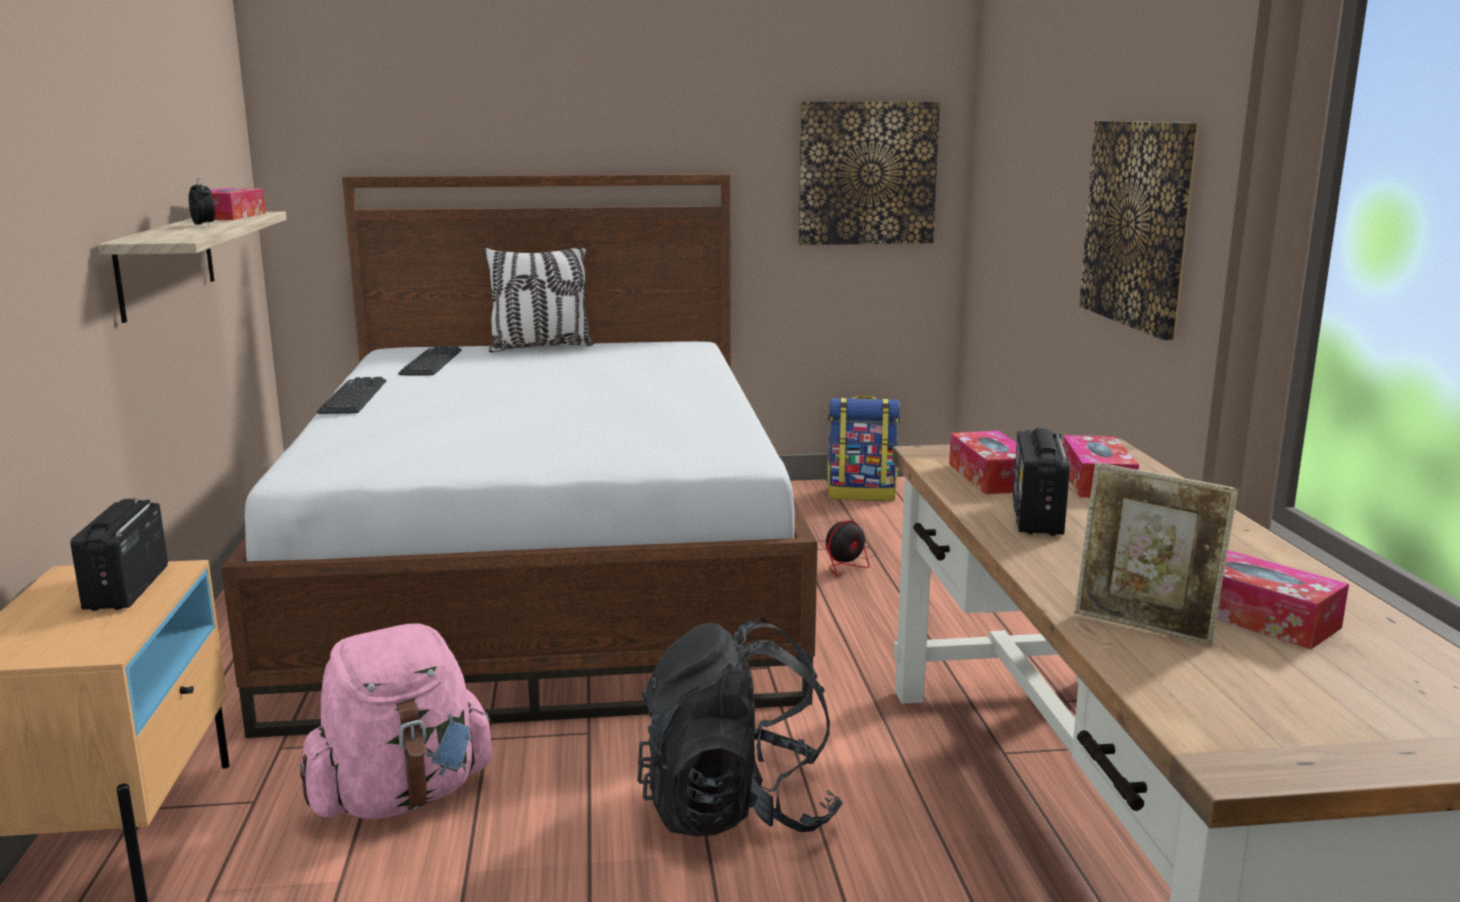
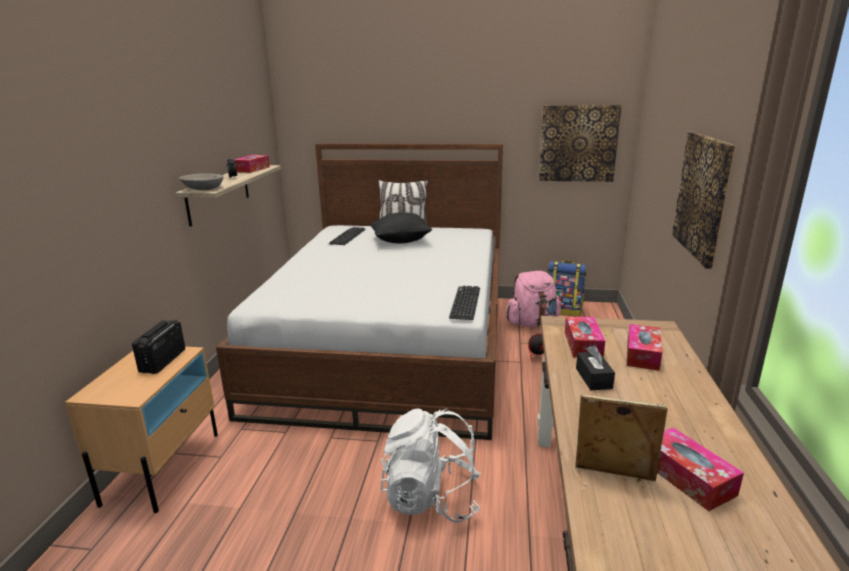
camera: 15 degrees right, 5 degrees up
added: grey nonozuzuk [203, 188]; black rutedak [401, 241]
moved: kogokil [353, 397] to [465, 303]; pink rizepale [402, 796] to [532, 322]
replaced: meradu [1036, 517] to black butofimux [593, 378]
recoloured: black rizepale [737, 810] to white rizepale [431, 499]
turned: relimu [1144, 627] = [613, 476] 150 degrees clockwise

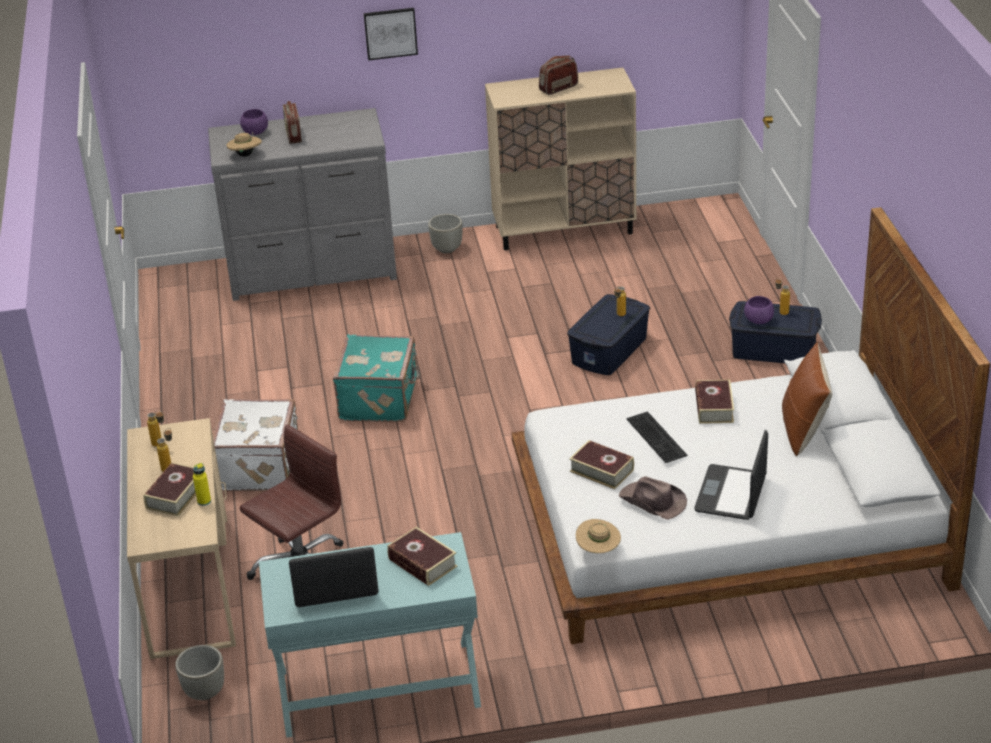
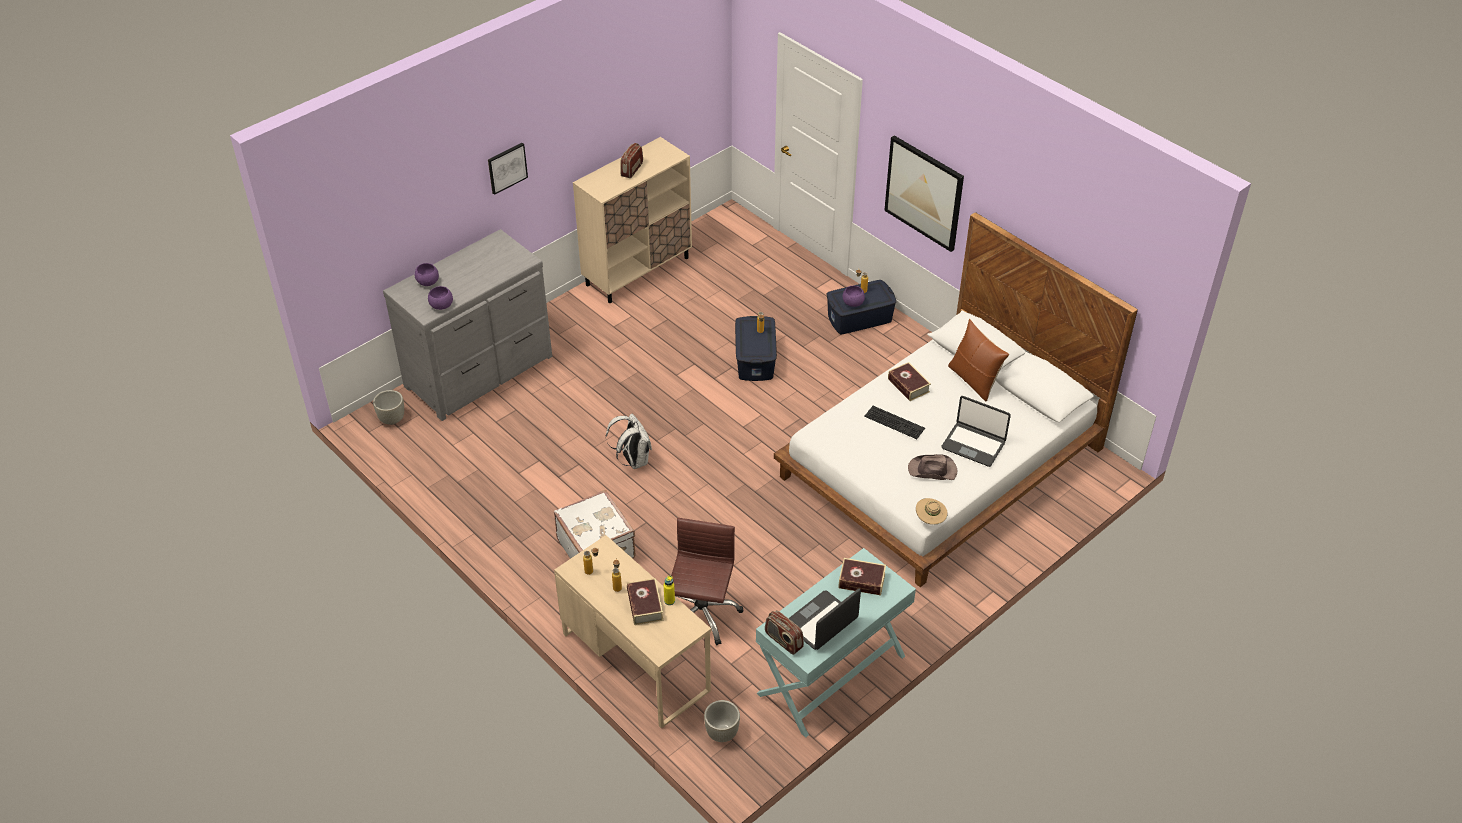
camera: 35 degrees left, 10 degrees up
removed: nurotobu [601, 470]
added: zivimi [924, 192]
moved: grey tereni [447, 249] to [392, 419]; meradu [293, 135] to [783, 641]
replaced: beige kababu [245, 155] to purple nonozuzuk [441, 306]; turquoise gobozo [380, 399] to white rizepale [633, 460]
turned: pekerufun [731, 494] = [973, 445] 45 degrees counterclockwise

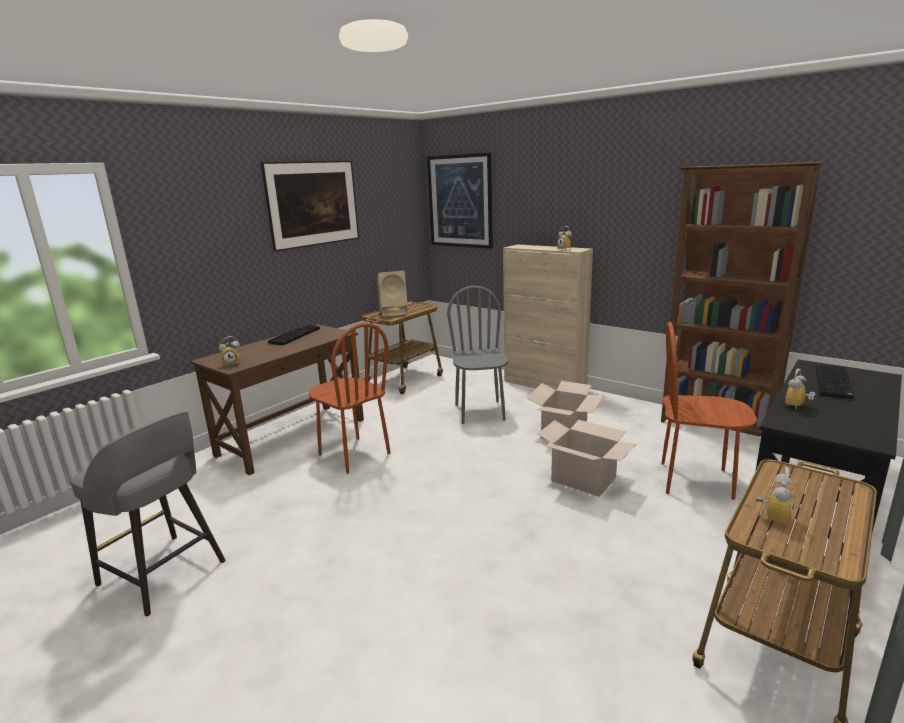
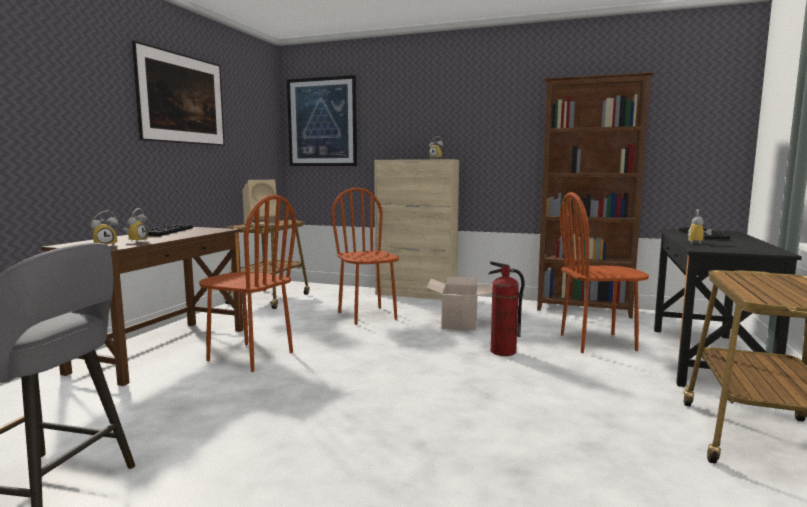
camera: 20 degrees left, 10 degrees down
moved: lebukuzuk [771, 516] to [136, 241]
replaced: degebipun [583, 480] to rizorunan [503, 351]
recoloured: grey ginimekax [480, 412] to brown ginimekax [367, 315]

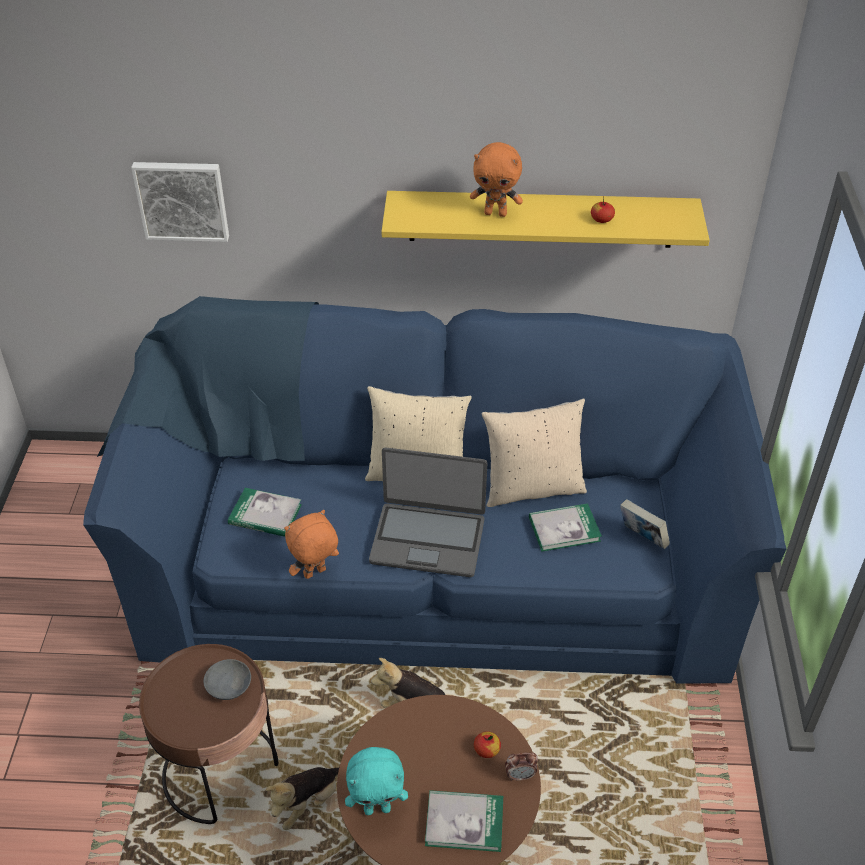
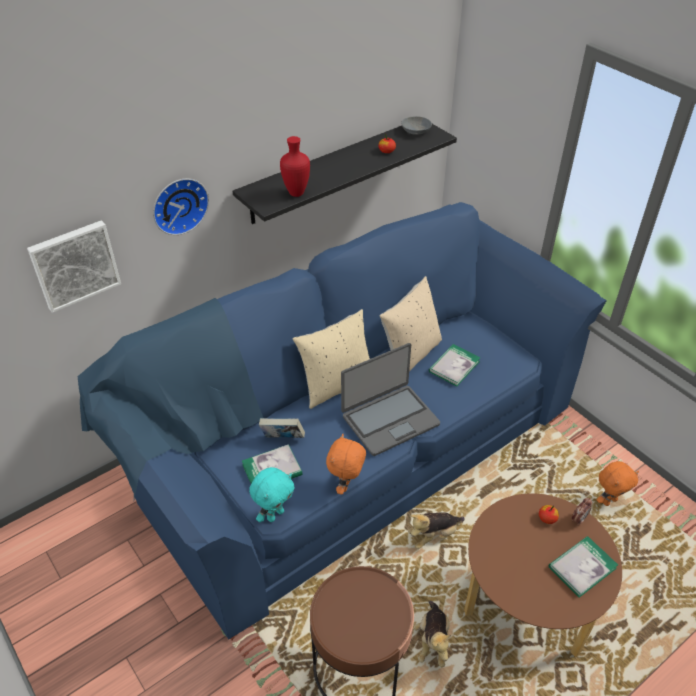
camera: 40 degrees left, 0 degrees up
added: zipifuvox [179, 204]; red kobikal [297, 193]
moved: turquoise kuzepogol [377, 808] to [275, 514]; nurotobu [642, 538] to [282, 439]; grey nonozuzuk [229, 686] to [416, 131]; orange kuzepogol [496, 213] to [609, 500]
recoloured: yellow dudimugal [541, 219] to black dudimugal [333, 171]

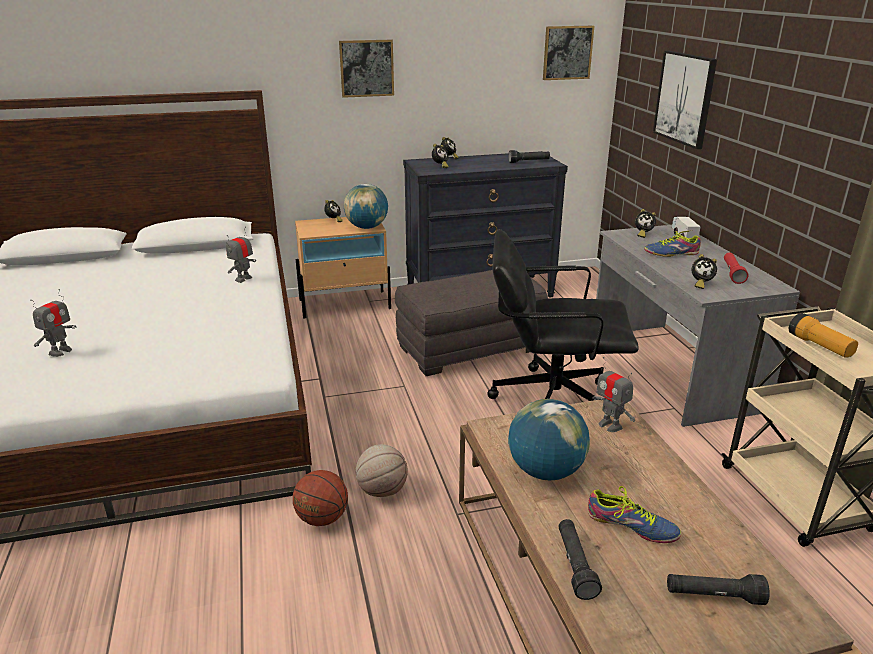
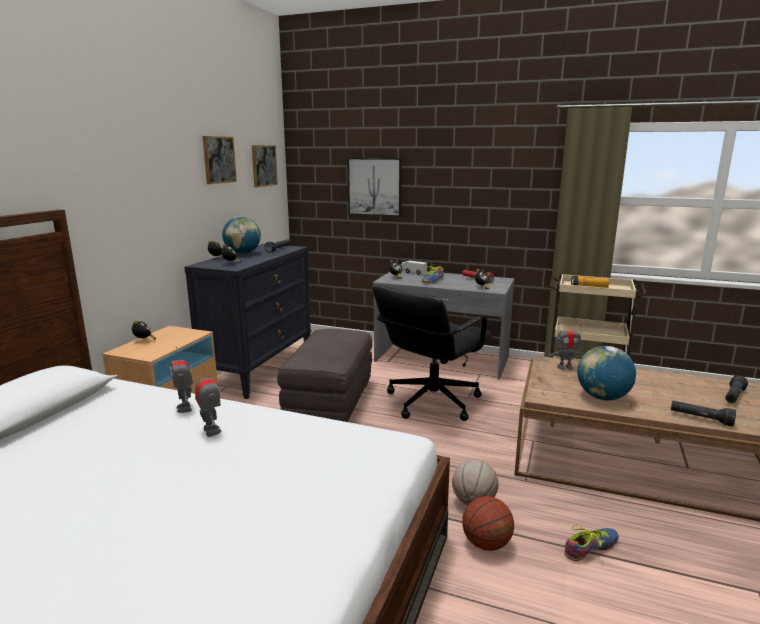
camera: 55 degrees left, 10 degrees down
moved: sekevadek [60, 351] to [211, 431]; zivimi [366, 68] to [219, 159]; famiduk [367, 227] to [243, 253]; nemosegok [631, 525] to [590, 548]

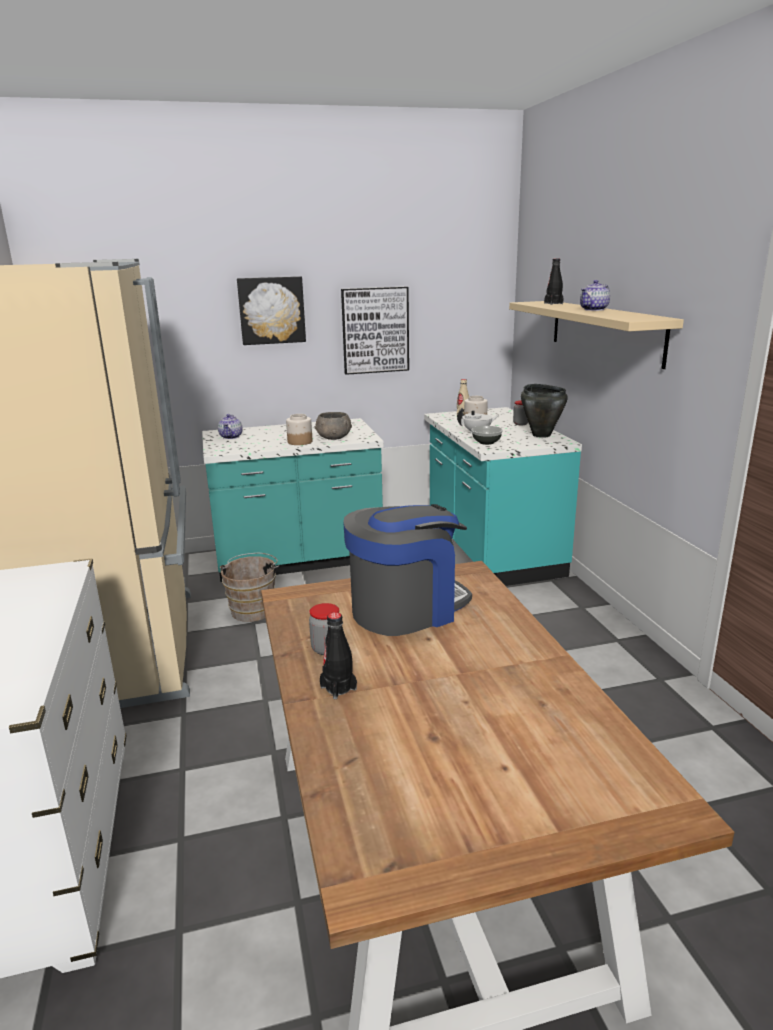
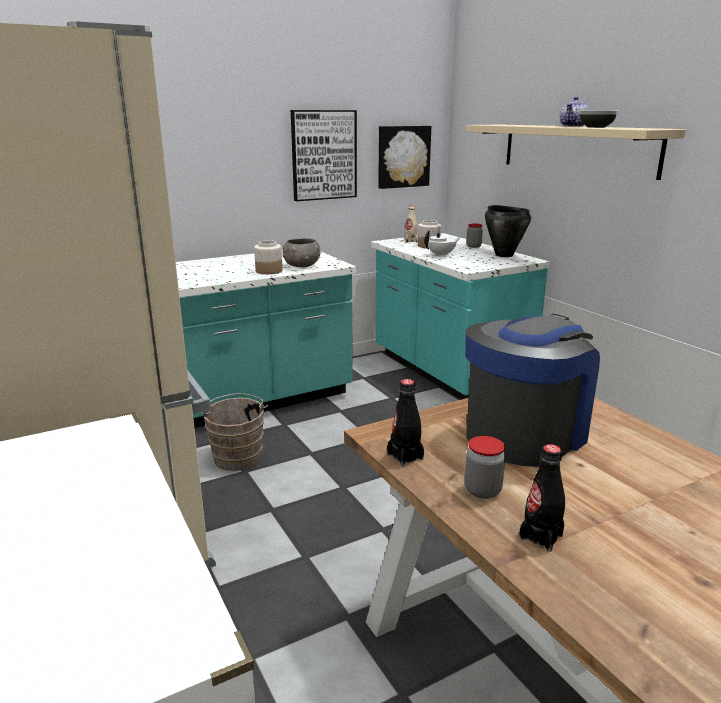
camera: 15 degrees left, 0 degrees up
removed: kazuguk [231, 437]
moved: zivimi [271, 310] to [403, 156]; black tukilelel [553, 303] to [405, 456]; nonozuzuk [486, 442] to [595, 127]

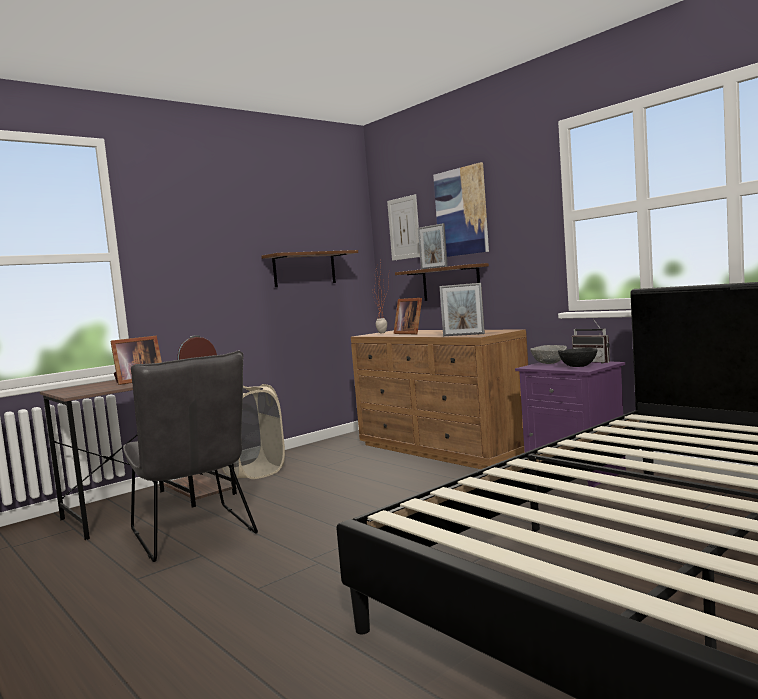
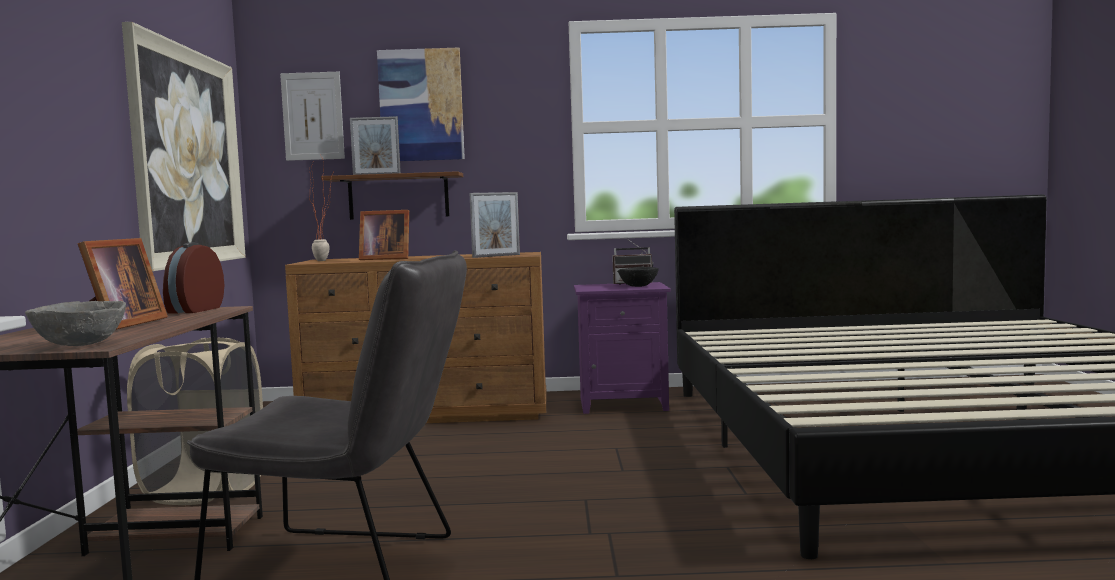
camera: 50 degrees left, 0 degrees up
moved: grey nonozuzuk [549, 363] to [81, 344]
replaced: brown dudimugal [304, 269] to zivimi [187, 157]

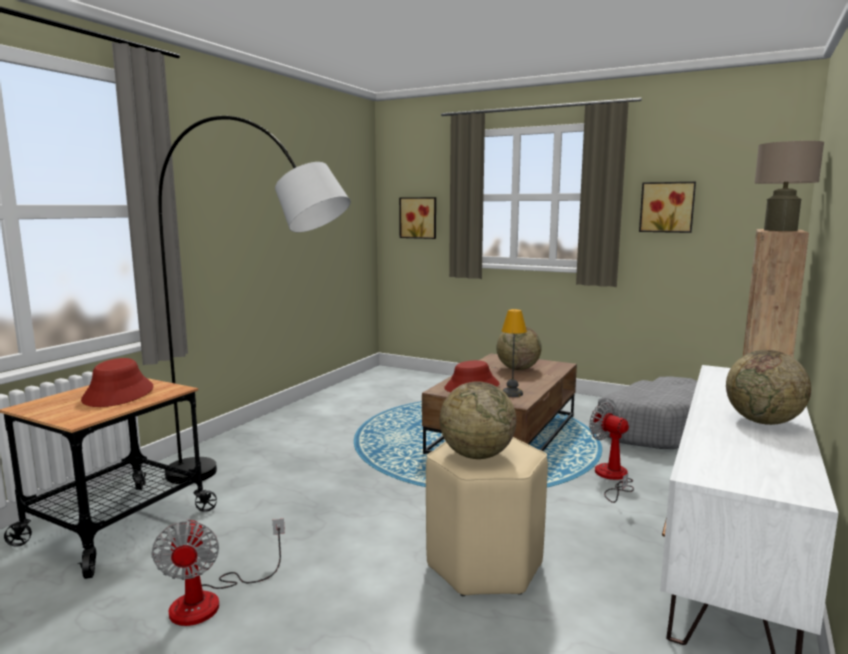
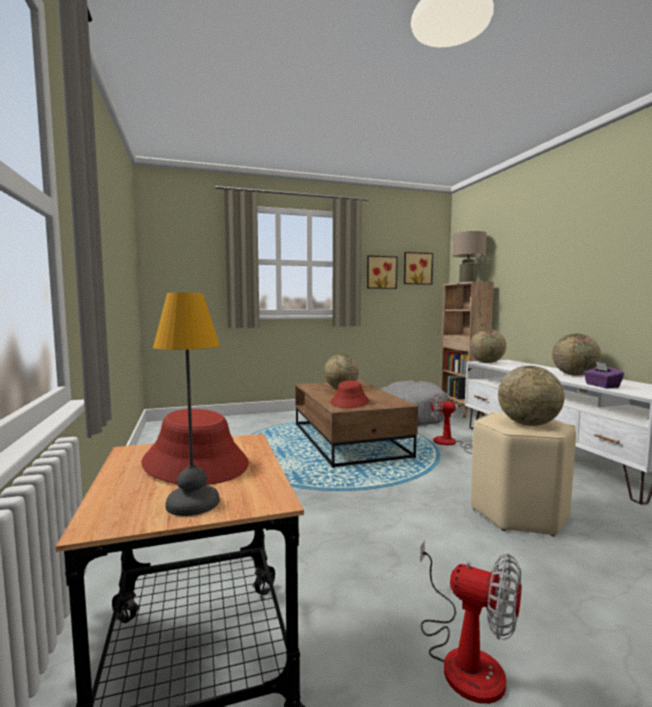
camera: 45 degrees left, 5 degrees down
removed: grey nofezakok [260, 493]
added: famiduk [486, 362]; purple butofimux [601, 386]
moved: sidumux [512, 393] to [194, 502]; zivimi [419, 217] to [417, 268]

